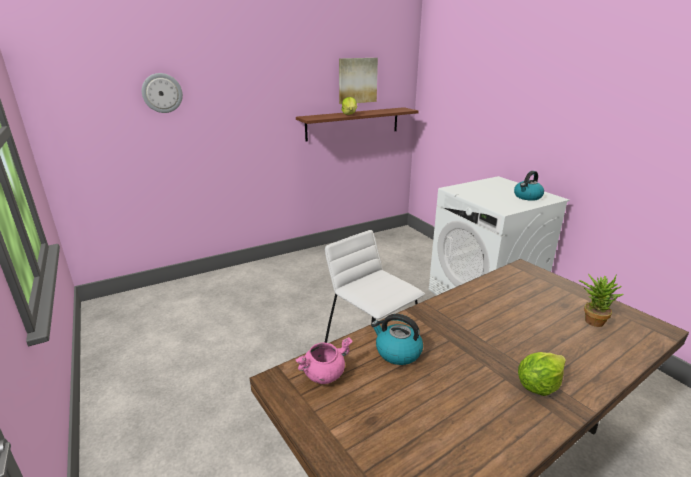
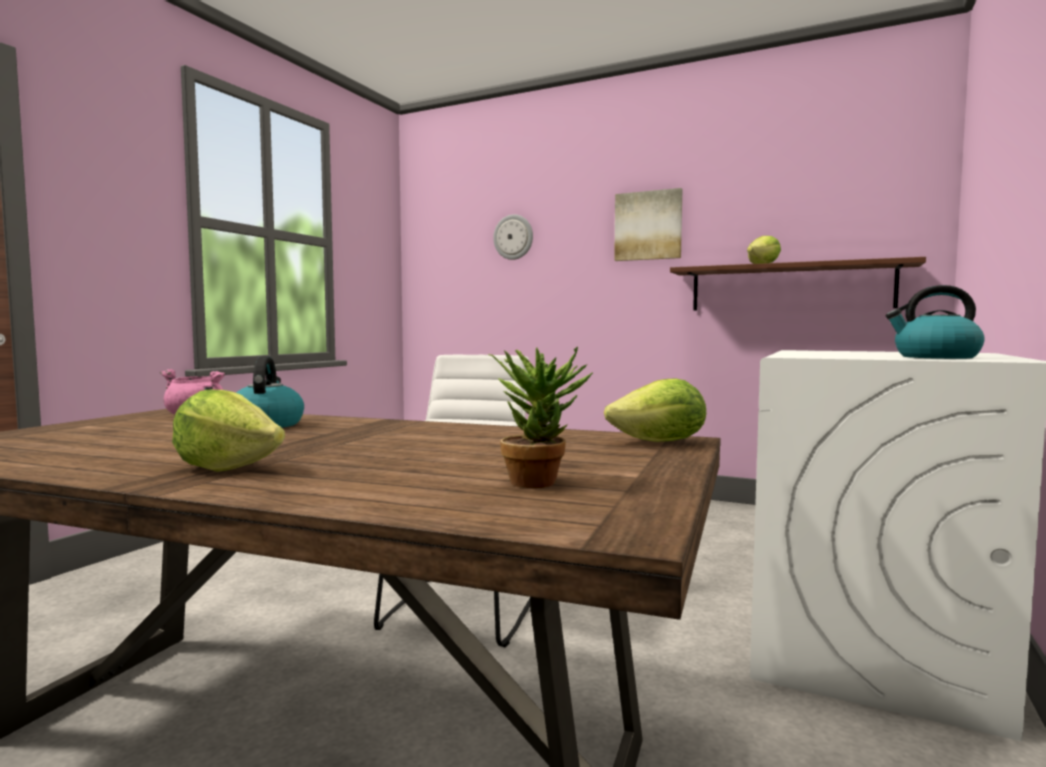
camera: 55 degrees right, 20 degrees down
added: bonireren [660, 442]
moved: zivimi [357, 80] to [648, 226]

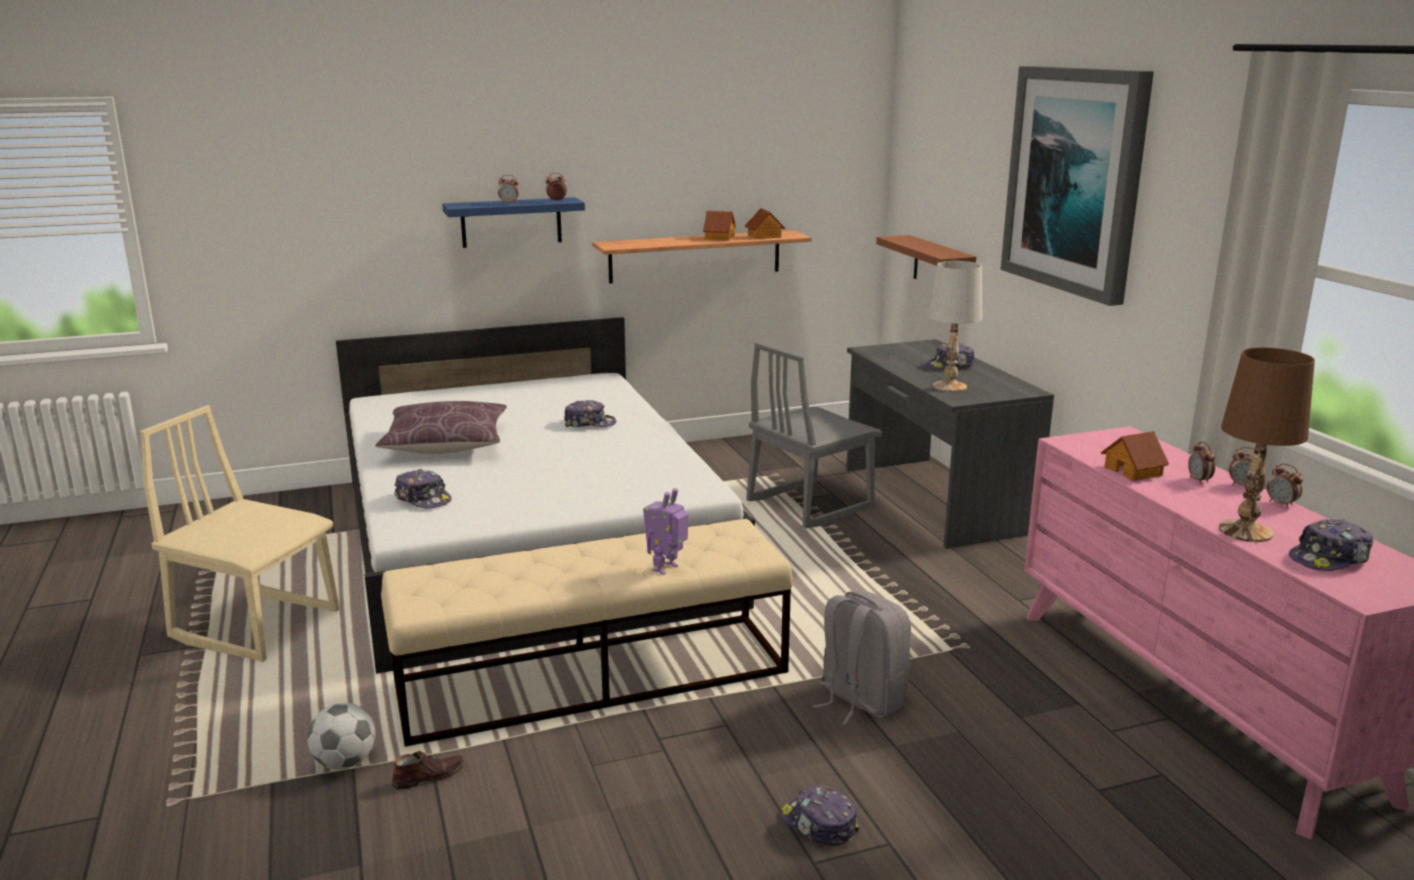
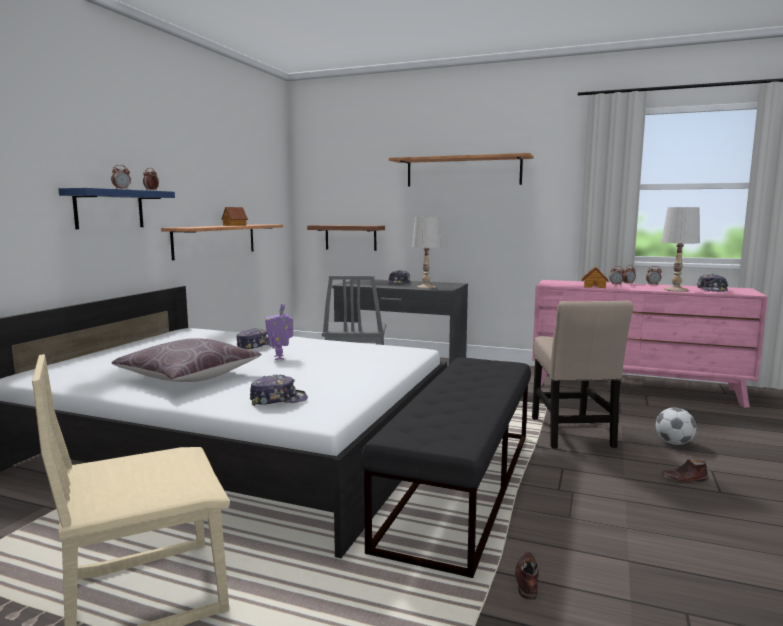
camera: 50 degrees left, 10 degrees down
removed: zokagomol [764, 236]
moved: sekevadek [666, 569] to [280, 357]; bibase [345, 763] to [674, 443]
replaced: zivimi [1075, 180] to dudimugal [463, 172]; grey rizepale [859, 700] to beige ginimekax [572, 434]; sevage [818, 825] to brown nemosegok [684, 479]
recoloured: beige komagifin [594, 677] to black komagifin [461, 484]; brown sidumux [1244, 531] to white sidumux [675, 290]

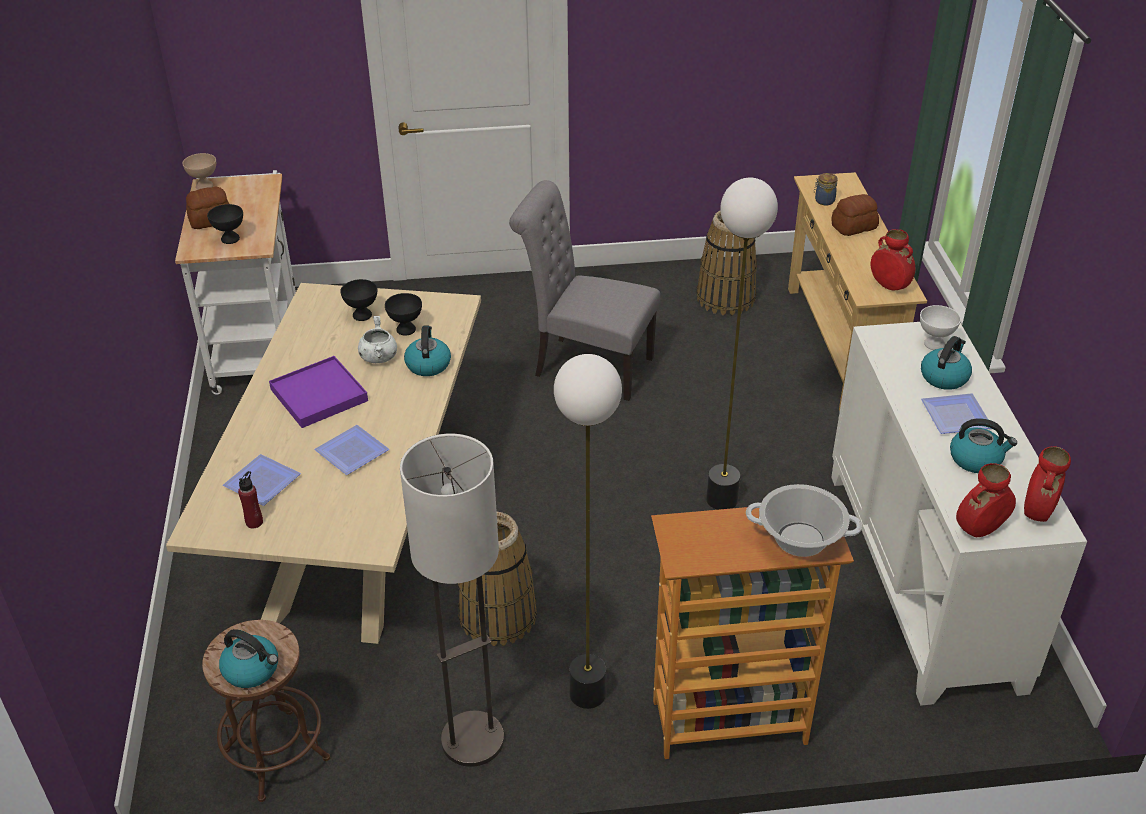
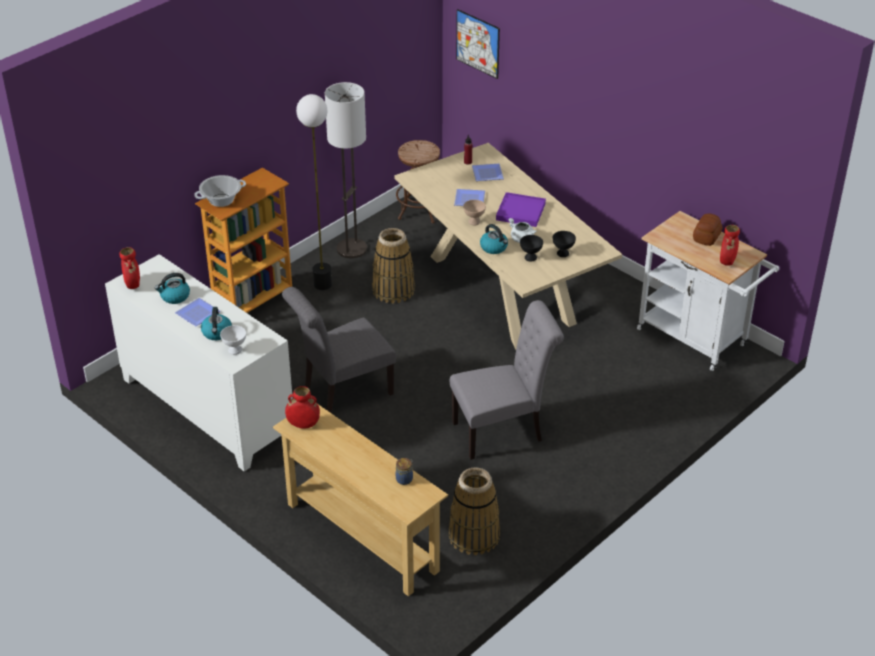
camera: 140 degrees right, 0 degrees up
removed: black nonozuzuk [230, 239]; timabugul [252, 670]; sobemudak [853, 227]
added: zivimi [477, 43]
moved: beige nonozuzuk [205, 186] to [473, 222]; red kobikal [980, 530] to [727, 262]
replaced: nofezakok [722, 500] to grey ginimekax [342, 393]

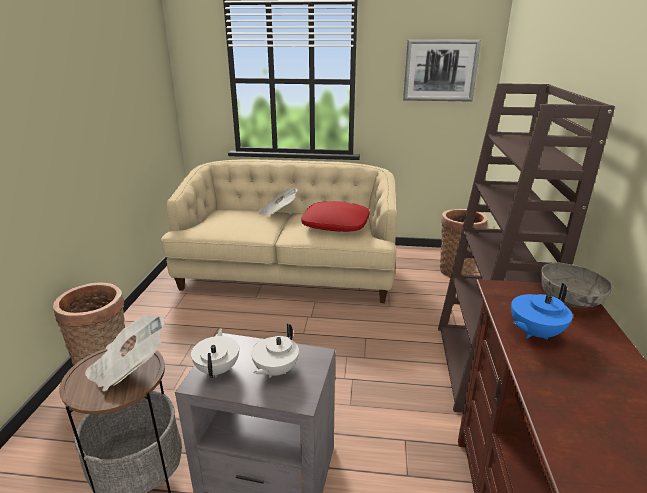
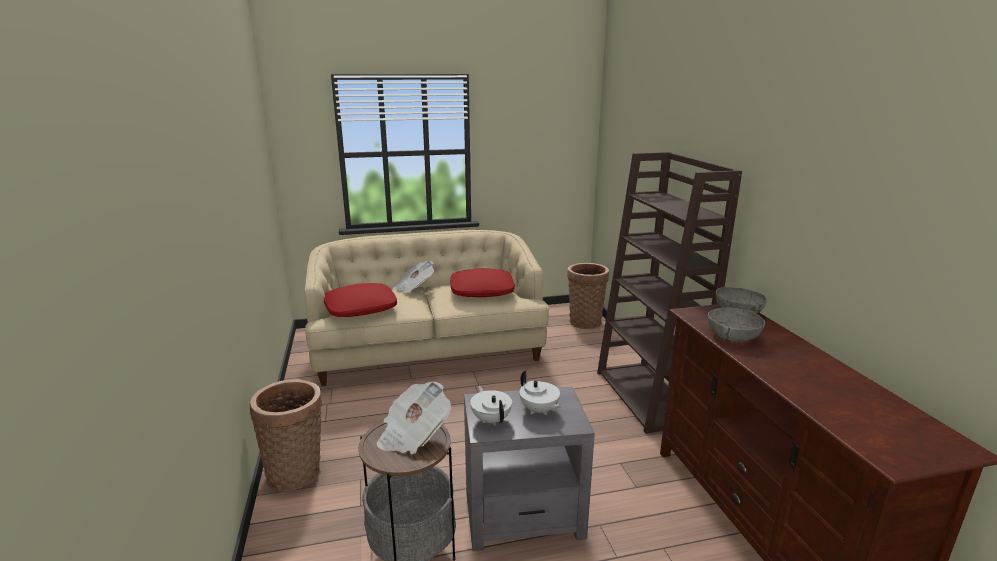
camera: 20 degrees left, 5 degrees down
removed: zivimi [440, 70]
added: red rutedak [361, 308]
replaced: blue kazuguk [534, 333] to grey nonozuzuk [732, 336]
turned: white kazuguk [275, 370] = [539, 410] 45 degrees counterclockwise

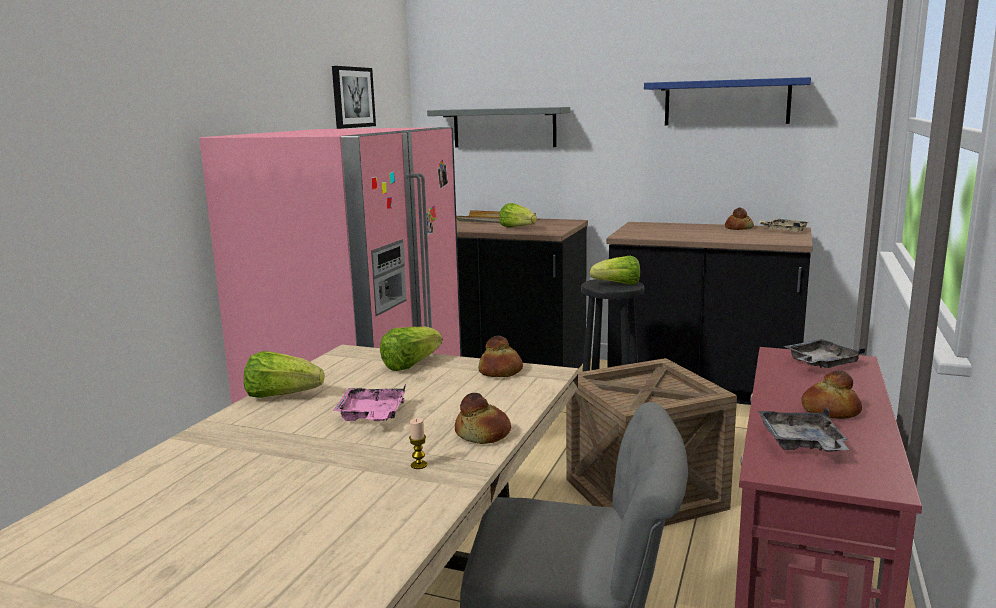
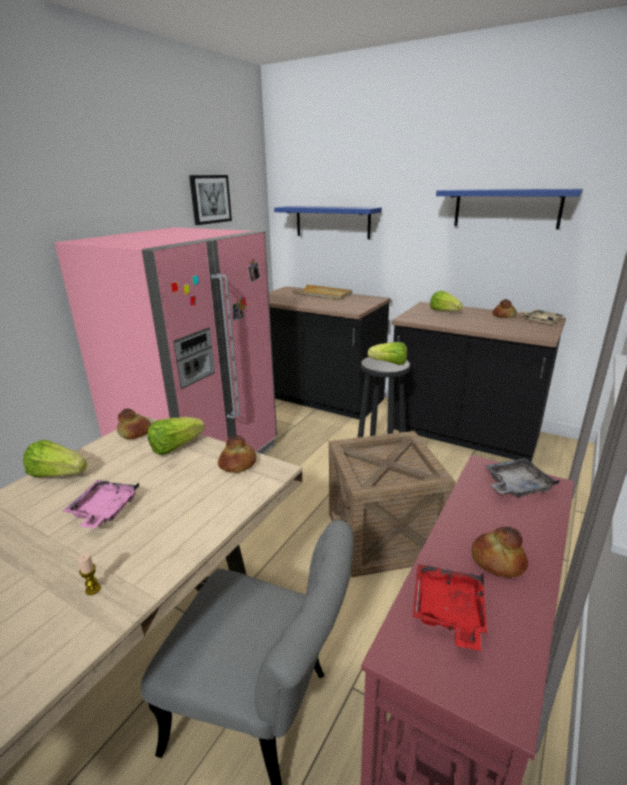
camera: 10 degrees right, 10 degrees up
moved: sobemudak [483, 434] to [135, 432]; bonireren [517, 228] to [444, 311]
recoloured: grey dudimugal [504, 127] to blue dudimugal [332, 222]; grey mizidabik [801, 444] to red mizidabik [448, 612]

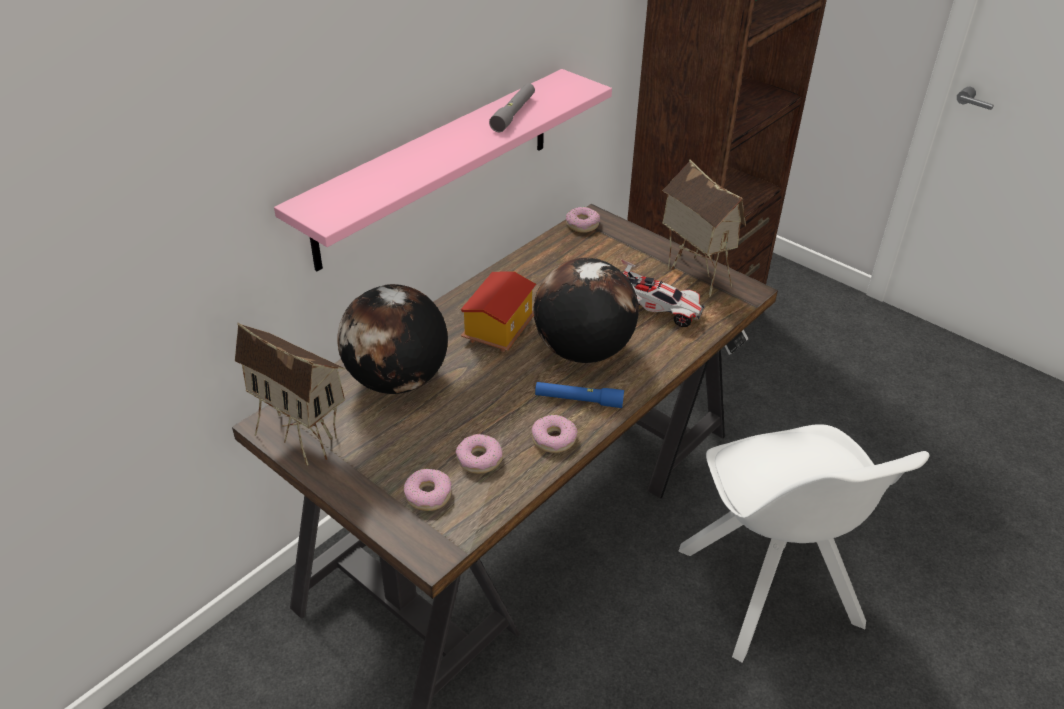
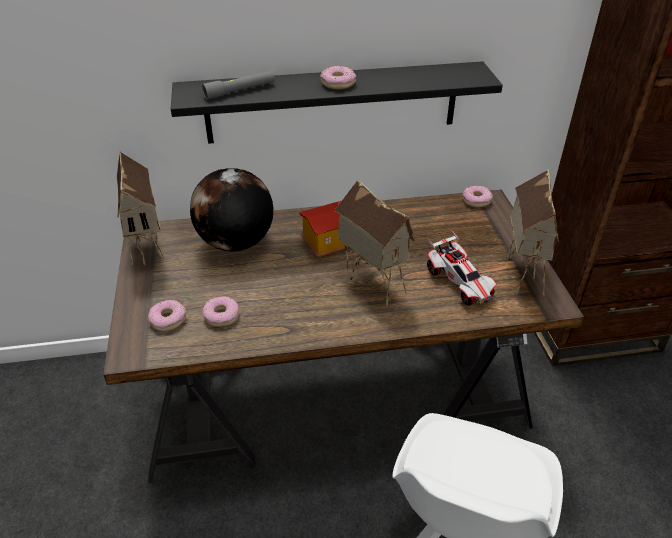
camera: 40 degrees right, 0 degrees up
removed: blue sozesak [578, 400]
moved: grey sozesak [513, 114] to [240, 91]; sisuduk [554, 439] to [338, 83]
replaced: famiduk [582, 351] to zokagomol [371, 284]
recoloured: pink dudimugal [436, 167] to black dudimugal [332, 103]

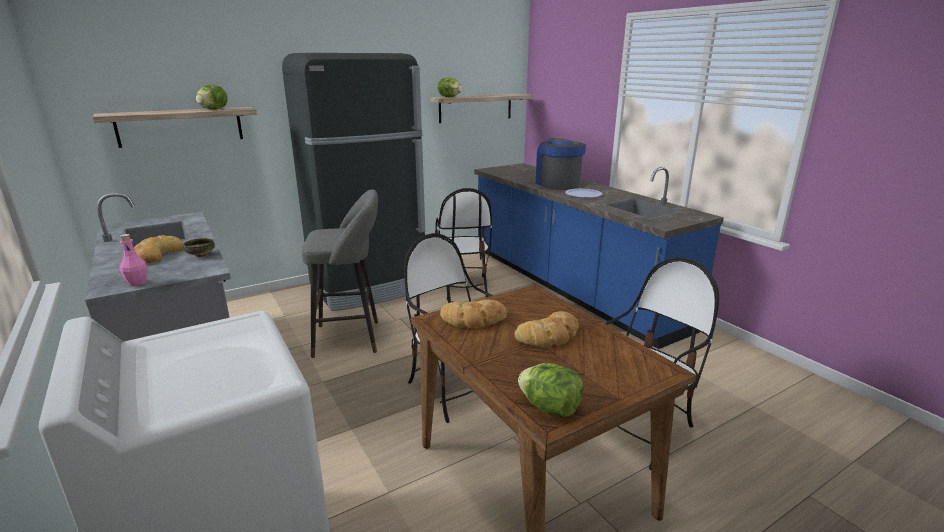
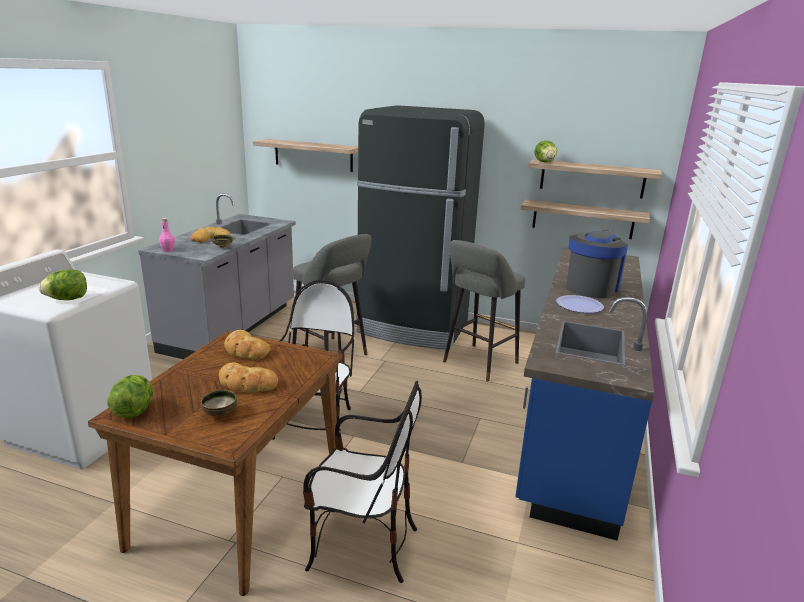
camera: 50 degrees right, 0 degrees up
added: nonozuzuk [220, 413]; dudimugal [582, 219]
moved: bonireren [213, 109] to [67, 299]
replaced: ginimekax [463, 287] to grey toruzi [478, 364]

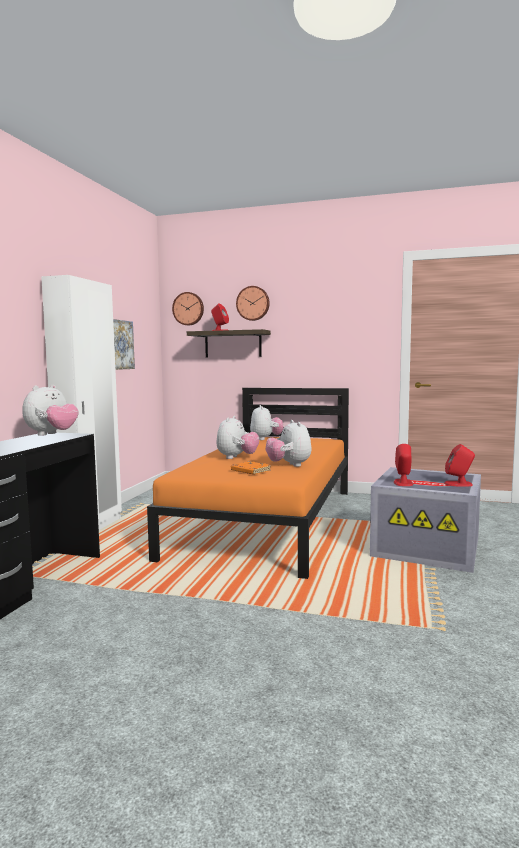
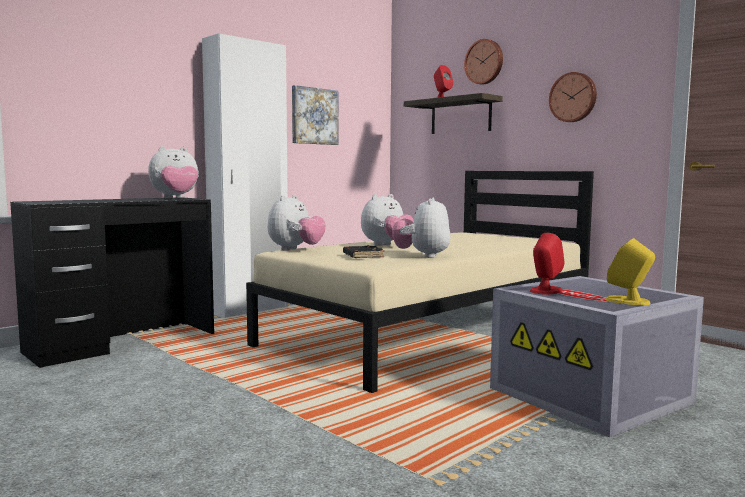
camera: 30 degrees right, 0 degrees up
moved: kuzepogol [266, 439] to [295, 250]; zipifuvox [188, 309] to [573, 97]
recoloured: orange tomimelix [268, 521] to beige tomimelix [431, 332]; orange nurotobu [250, 471] to black nurotobu [362, 256]; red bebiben [458, 484] to yellow bebiben [628, 301]

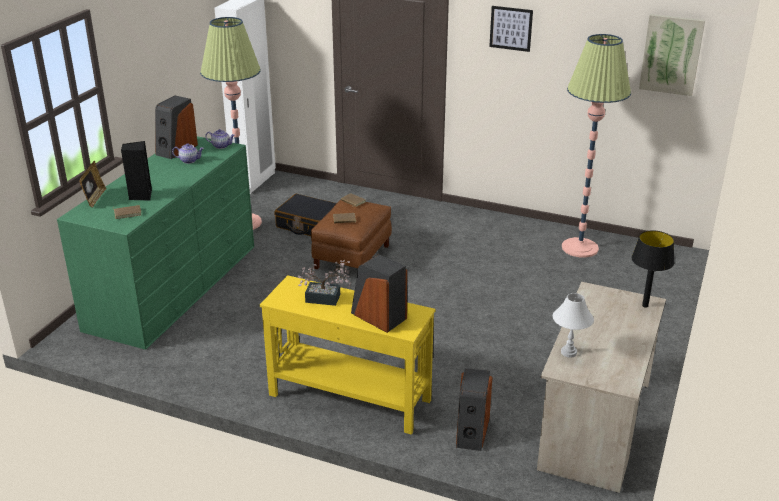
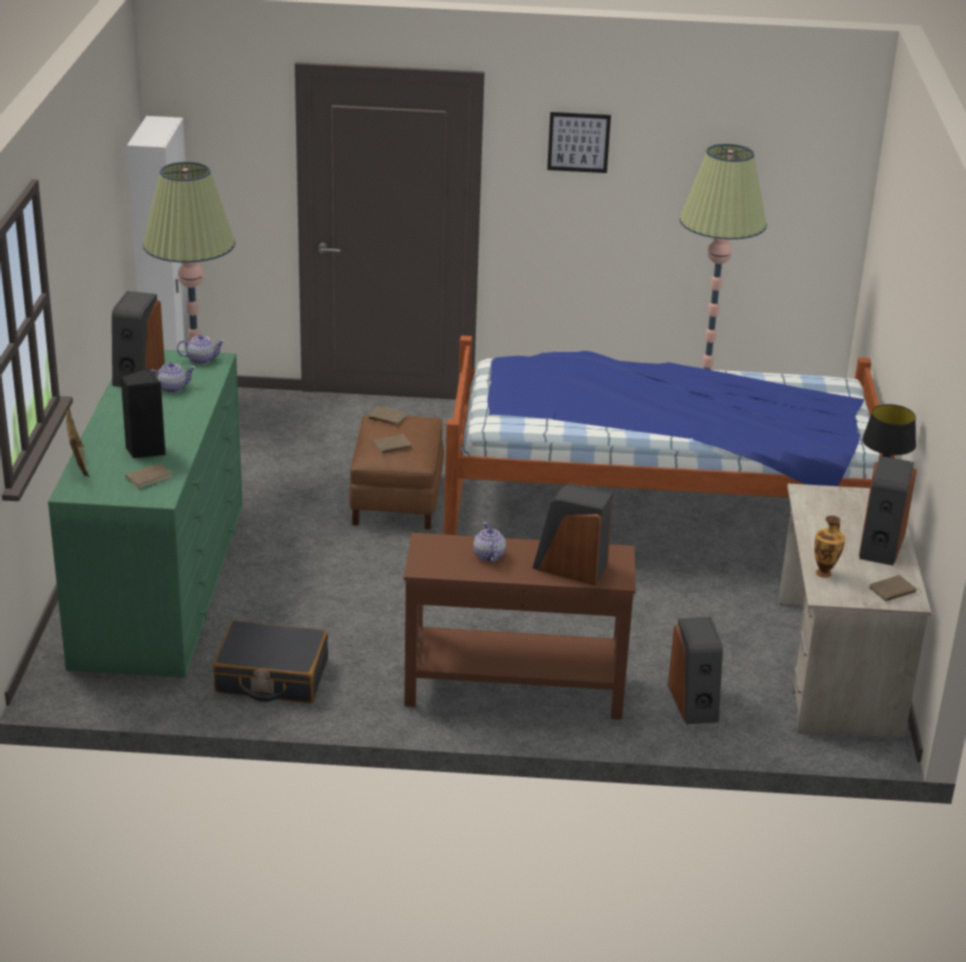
camera: 20 degrees left, 0 degrees up
removed: zivimi [671, 54]
added: tomimelix [654, 519]; bebiben [880, 545]; brown nurotobu [893, 591]
moved: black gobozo [308, 224] to [271, 676]
replaced: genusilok [327, 299] to kazuguk [488, 555]; white sidumux [568, 353] to kobikal [824, 573]
recoloured: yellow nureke [349, 397] to brown nureke [513, 689]

